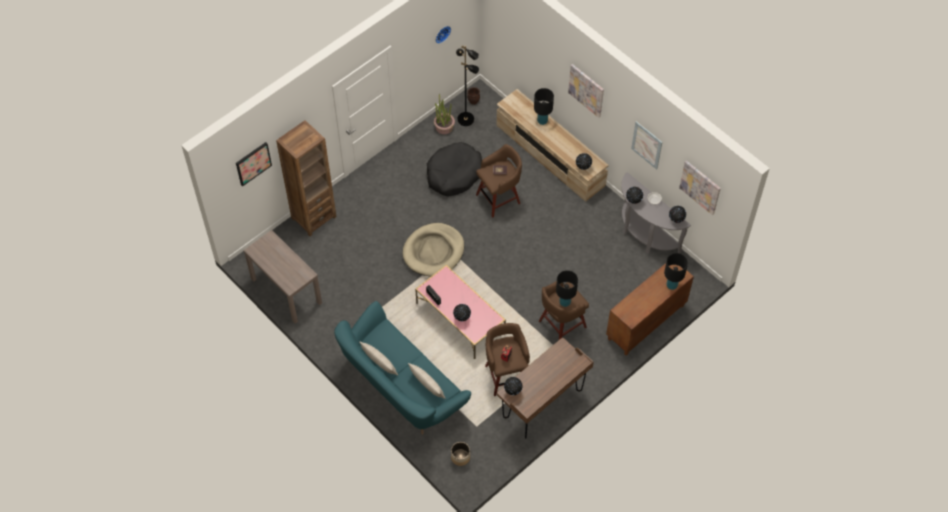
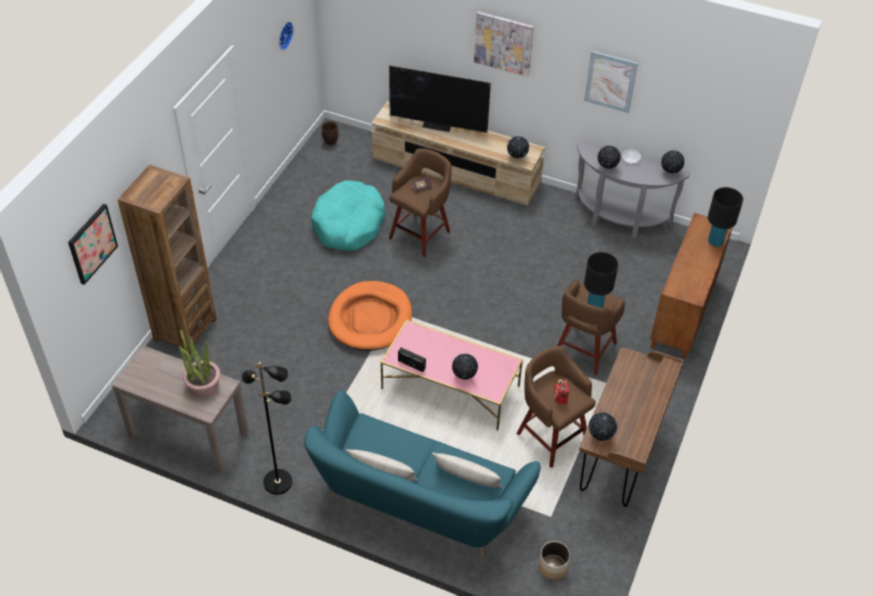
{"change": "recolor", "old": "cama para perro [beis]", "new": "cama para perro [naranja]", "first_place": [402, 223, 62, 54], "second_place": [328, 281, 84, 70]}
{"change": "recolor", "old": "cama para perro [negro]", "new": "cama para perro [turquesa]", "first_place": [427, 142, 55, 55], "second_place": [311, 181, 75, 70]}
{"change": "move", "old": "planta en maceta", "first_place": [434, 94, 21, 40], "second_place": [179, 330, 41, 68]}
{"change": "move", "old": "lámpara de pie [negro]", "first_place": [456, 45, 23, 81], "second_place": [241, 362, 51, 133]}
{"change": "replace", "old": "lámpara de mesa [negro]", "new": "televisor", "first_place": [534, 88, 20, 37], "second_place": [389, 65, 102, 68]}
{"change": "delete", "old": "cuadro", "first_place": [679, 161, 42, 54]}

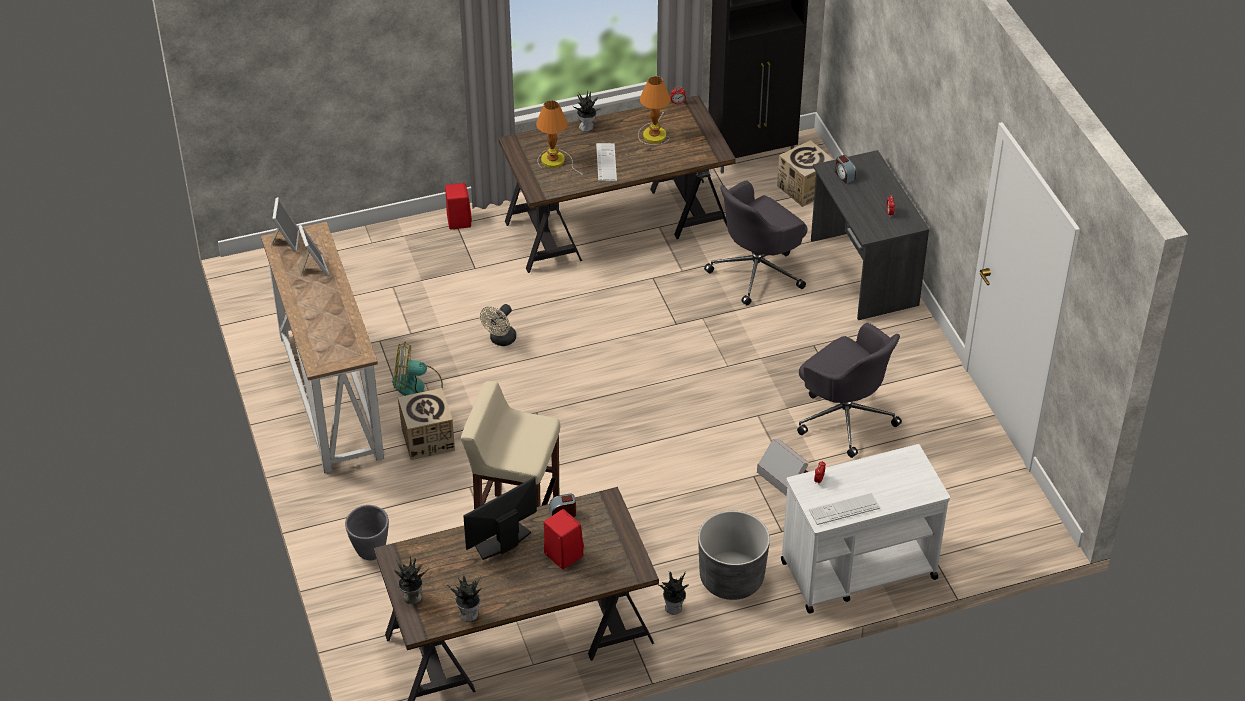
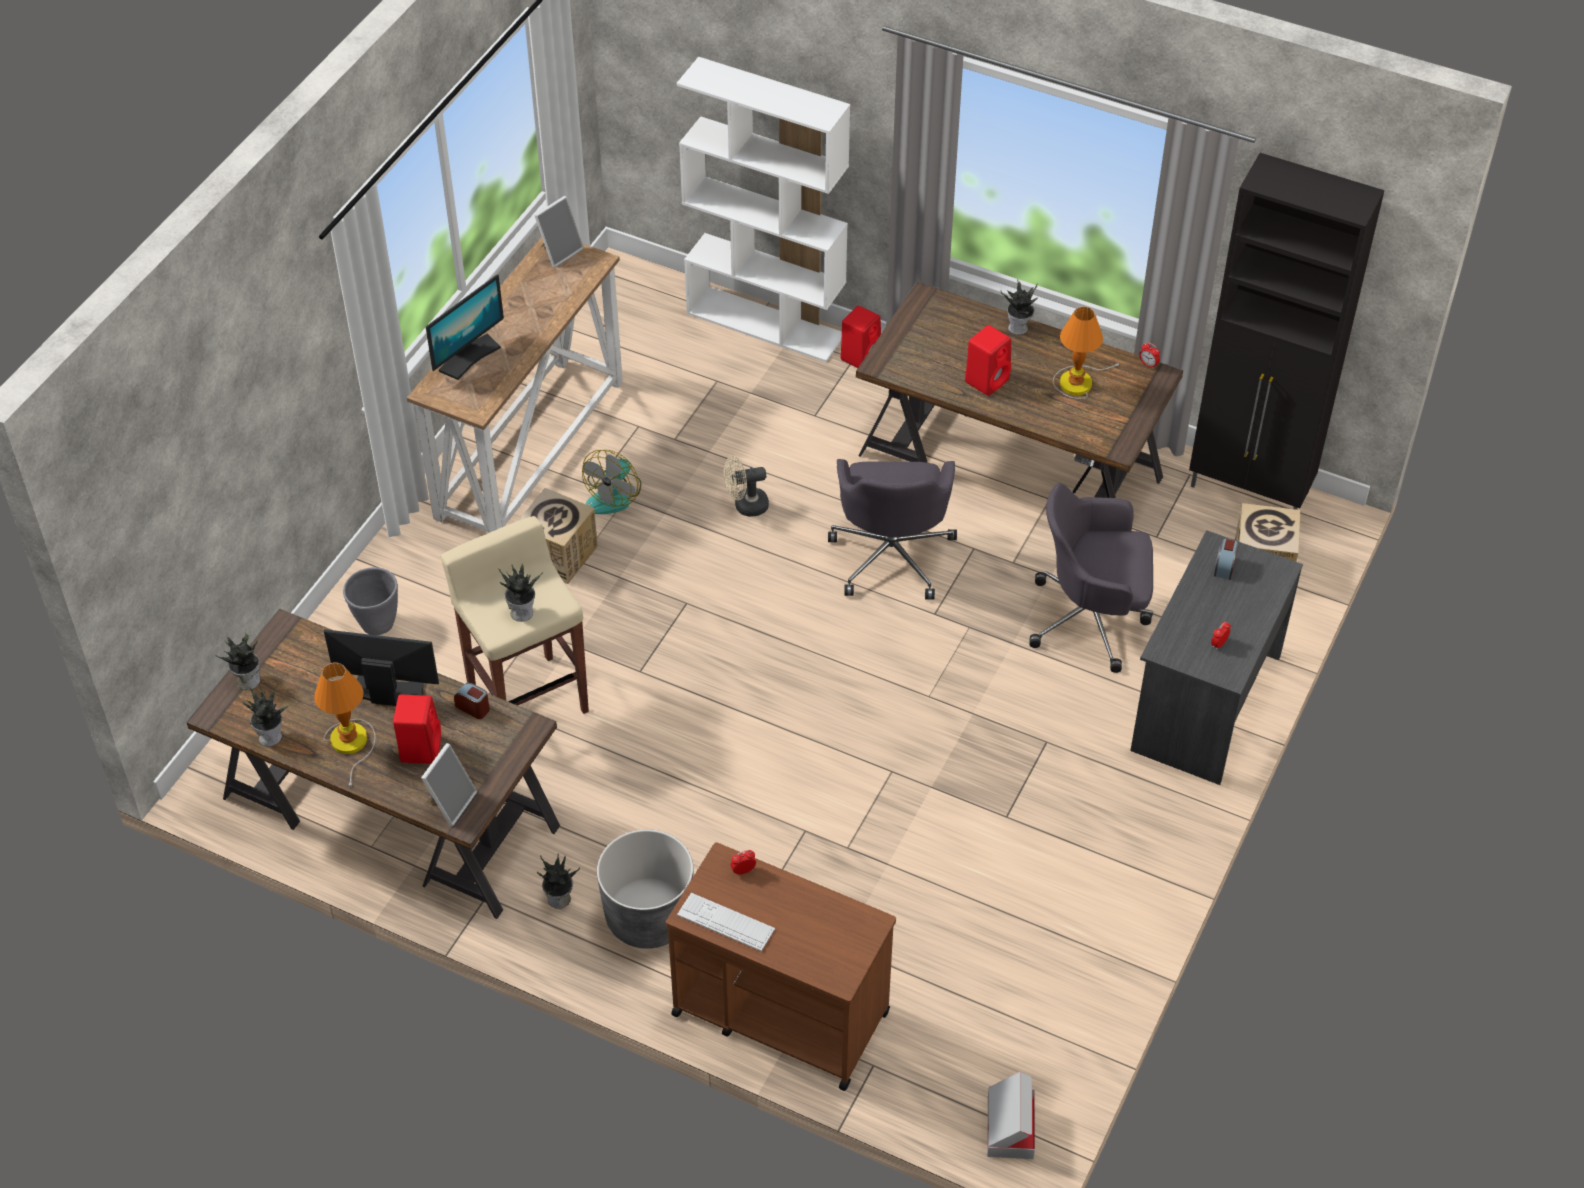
{"change": "move", "old": "portarretratos", "first_place": [298, 225, 31, 51], "second_place": [421, 743, 56, 83]}
{"change": "rotate", "old": "ventilador", "first_place": [392, 341, 51, 55], "second_place": [582, 450, 59, 64], "degrees": -105}
{"change": "move", "old": "lámpara de mesa", "first_place": [536, 100, 48, 76], "second_place": [314, 663, 62, 125]}
{"change": "replace", "old": "teclado", "new": "altavoz [rojo]", "first_place": [596, 143, 21, 38], "second_place": [965, 325, 46, 71]}
{"change": "move", "old": "caja de cartón", "first_place": [757, 439, 52, 57], "second_place": [987, 1072, 48, 87]}
{"change": "recolor", "old": "carrito [blanco]", "new": "carrito [marrón]", "first_place": [781, 444, 169, 170], "second_place": [666, 842, 230, 249]}
{"change": "move", "old": "silla de oficina [gris]", "first_place": [797, 323, 105, 135], "second_place": [828, 459, 129, 141]}
{"change": "insert", "new": "monitor", "second_place": [426, 274, 78, 106]}
{"change": "insert", "new": "planta en maceta", "second_place": [499, 564, 44, 58]}
{"change": "insert", "new": "estantería [blanco]", "second_place": [676, 57, 174, 305]}

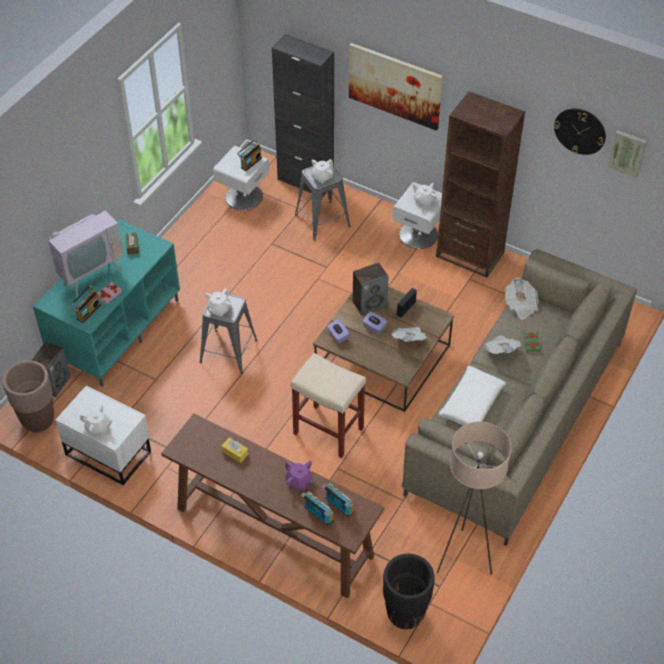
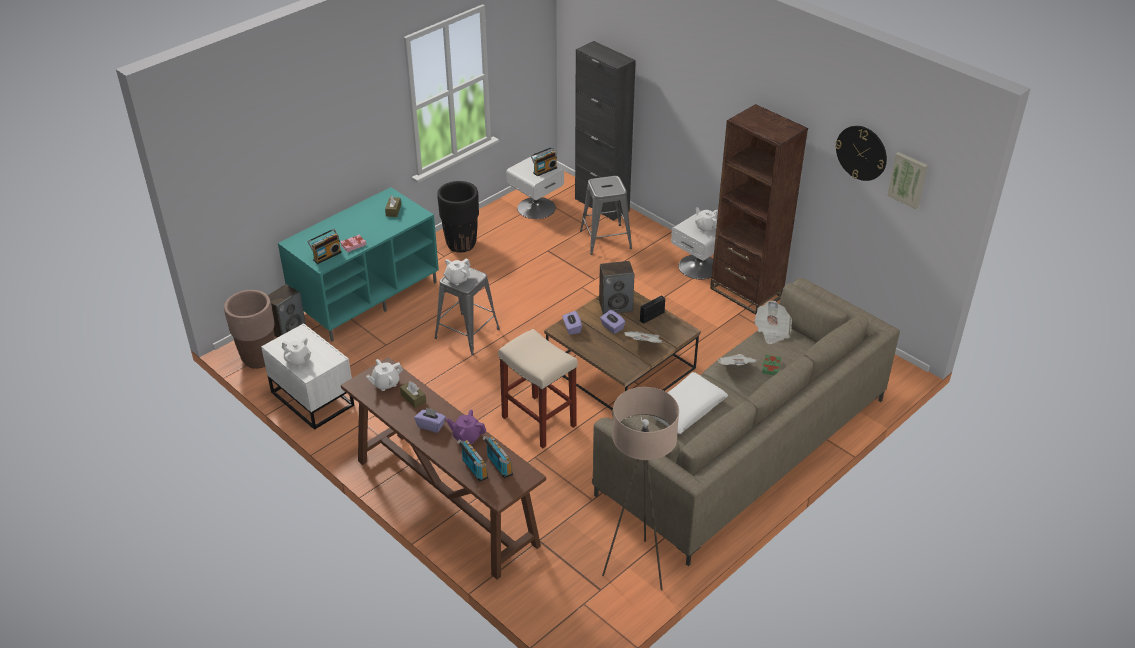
{"change": "delete", "old": "televisor", "first_place": [39, 207, 85, 91]}
{"change": "recolor", "old": "caja de pañuelos [amarillo]", "new": "caja de pañuelos [marrón]", "first_place": [221, 438, 27, 25], "second_place": [400, 381, 26, 27]}
{"change": "rotate", "old": "tetera [morado]", "first_place": [285, 461, 29, 30], "second_place": [446, 409, 40, 35], "degrees": 135}
{"change": "move", "old": "tetera [blanco]", "first_place": [311, 159, 23, 24], "second_place": [366, 359, 37, 32]}
{"change": "delete", "old": "cuadro", "first_place": [349, 43, 94, 88]}
{"change": "move", "old": "maceta [negro]", "first_place": [383, 554, 52, 75], "second_place": [437, 181, 42, 72]}
{"change": "insert", "new": "caja de pañuelos [morado]", "second_place": [415, 407, 31, 26]}

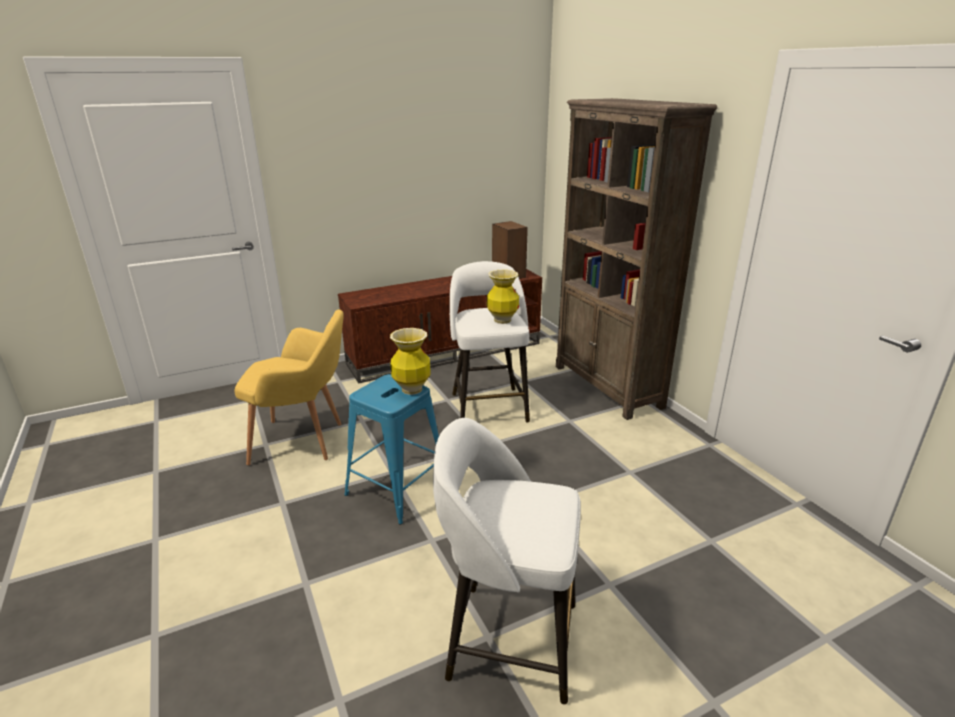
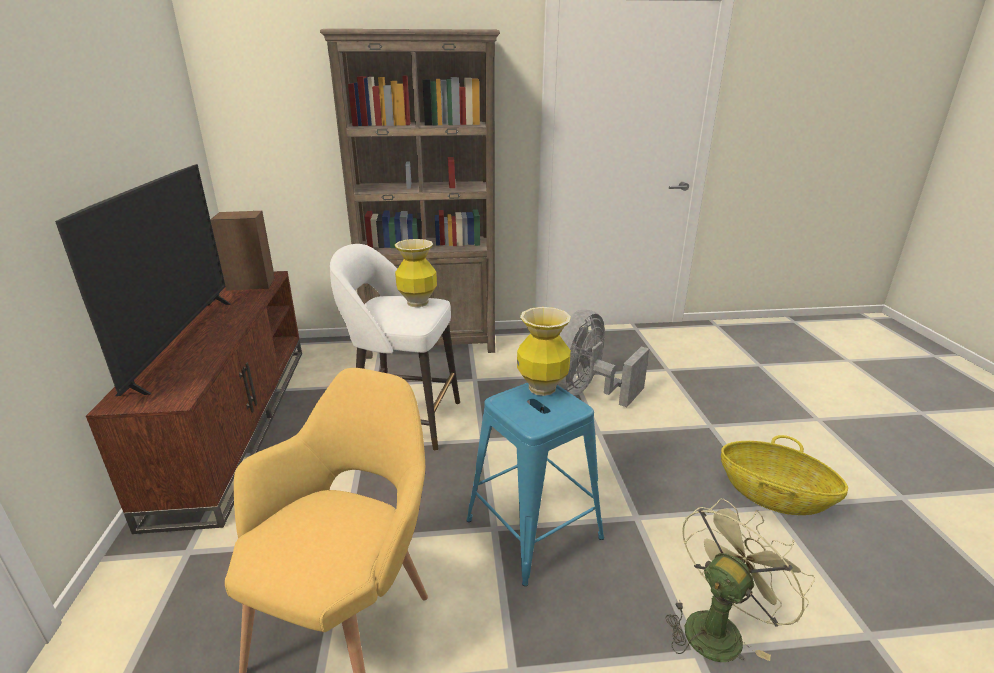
{"change": "replace", "old": "taburete [blanco]", "new": "cesta", "first_place": [433, 418, 148, 286], "second_place": [721, 435, 127, 80]}
{"change": "insert", "new": "televisor", "second_place": [55, 164, 176, 232]}
{"change": "insert", "new": "ventilador [gris]", "second_place": [558, 310, 91, 97]}
{"change": "insert", "new": "ventilador [verde]", "second_place": [665, 498, 150, 164]}

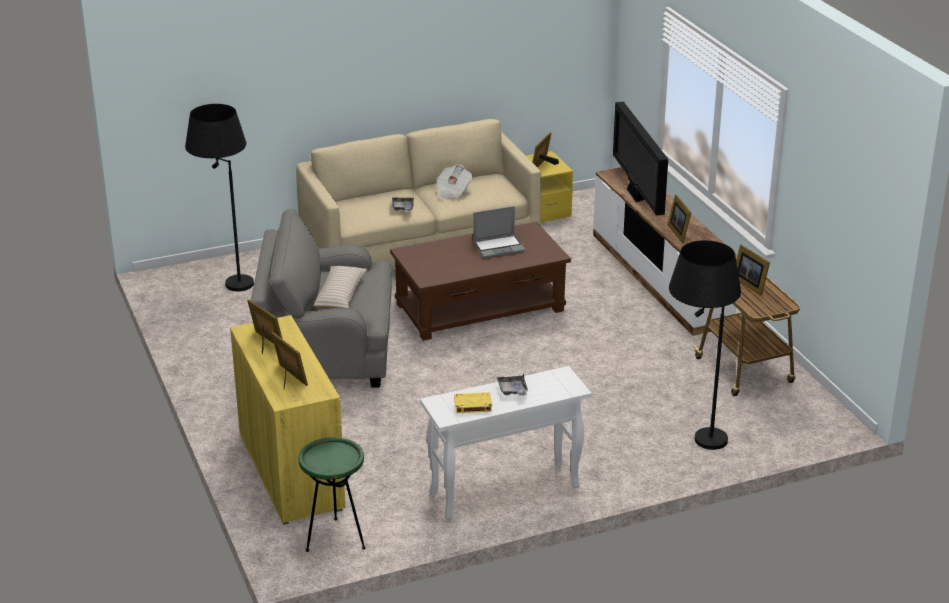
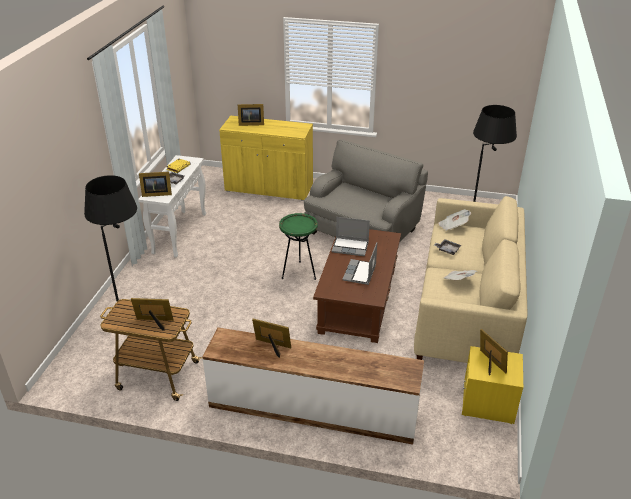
{"change": "move", "old": "portarretratos", "first_place": [247, 299, 35, 56], "second_place": [139, 172, 33, 25]}
{"change": "move", "old": "mesa auxiliar [verde]", "first_place": [298, 437, 68, 115], "second_place": [279, 213, 39, 67]}
{"change": "delete", "old": "cojín [beis]", "first_place": [313, 266, 55, 43]}
{"change": "delete", "old": "televisor", "first_place": [613, 101, 55, 115]}
{"change": "insert", "new": "portátil", "second_place": [332, 217, 38, 39]}
{"change": "insert", "new": "periódico", "second_place": [438, 209, 33, 22]}

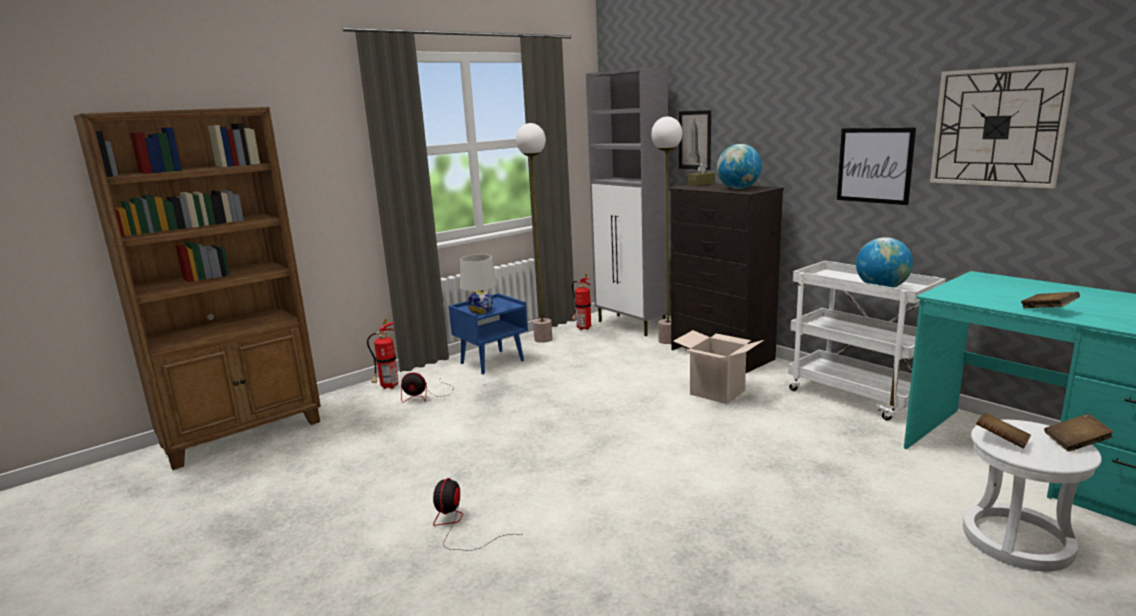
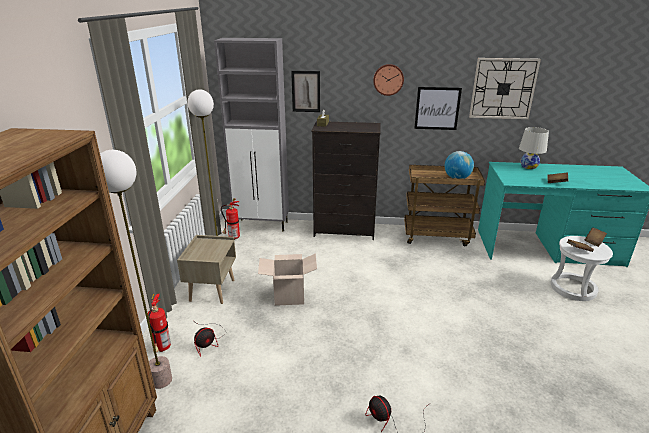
{"change": "recolor", "old": "mesita de noche [azul]", "new": "mesita de noche [beis]", "first_place": [449, 293, 79, 81], "second_place": [177, 235, 59, 69]}
{"change": "move", "old": "lámpara de mesa [blanco]", "first_place": [460, 254, 37, 60], "second_place": [519, 127, 30, 42]}
{"change": "move", "old": "lámpara de pie", "first_place": [651, 117, 31, 227], "second_place": [100, 150, 72, 239]}
{"change": "move", "old": "caja de cartón", "first_place": [674, 330, 90, 74], "second_place": [258, 253, 59, 53]}
{"change": "delete", "old": "globo terráqueo", "first_place": [717, 144, 45, 45]}
{"change": "recolor", "old": "carrito [blanco]", "new": "carrito [marrón]", "first_place": [788, 261, 158, 160], "second_place": [404, 165, 81, 81]}
{"change": "insert", "new": "reloj de pared", "second_place": [373, 64, 31, 32]}

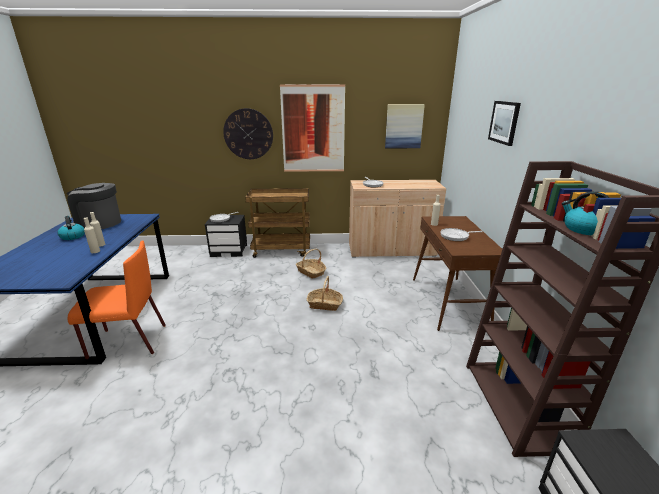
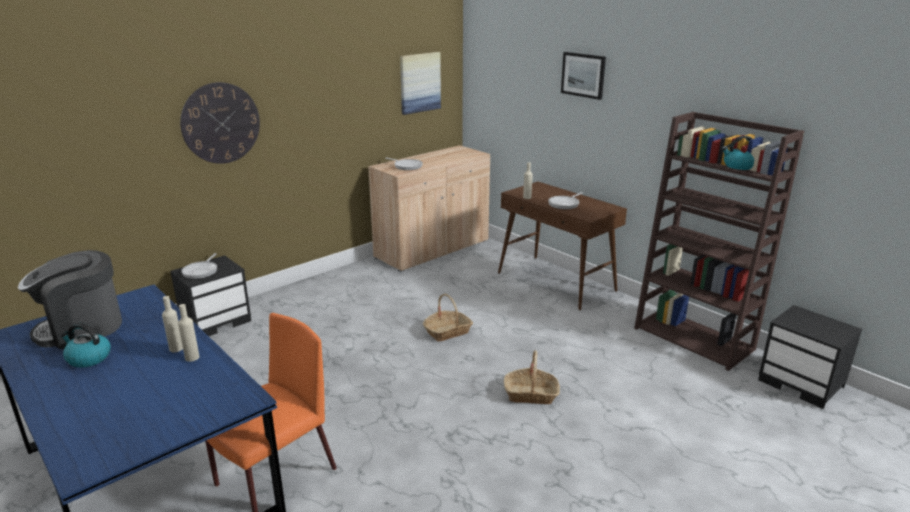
{"change": "delete", "old": "carrito [marrón]", "first_place": [245, 188, 65, 70]}
{"change": "delete", "old": "cuadro", "first_place": [280, 85, 65, 87]}
{"change": "move", "old": "cesta", "first_place": [295, 249, 31, 29], "second_place": [504, 350, 56, 54]}

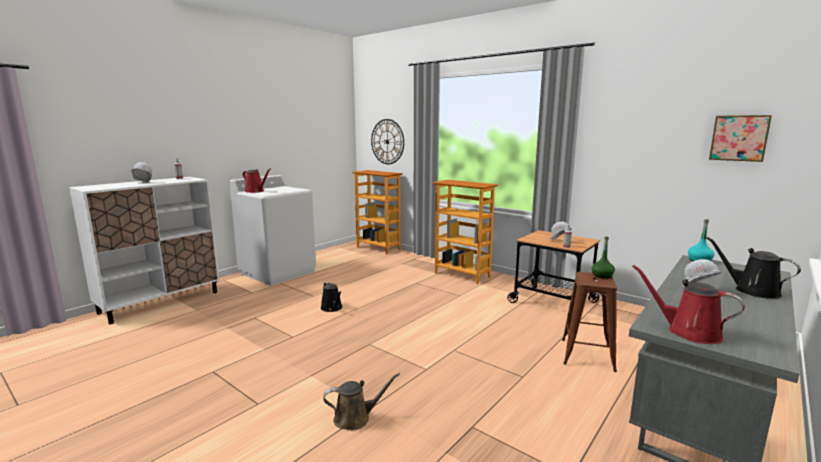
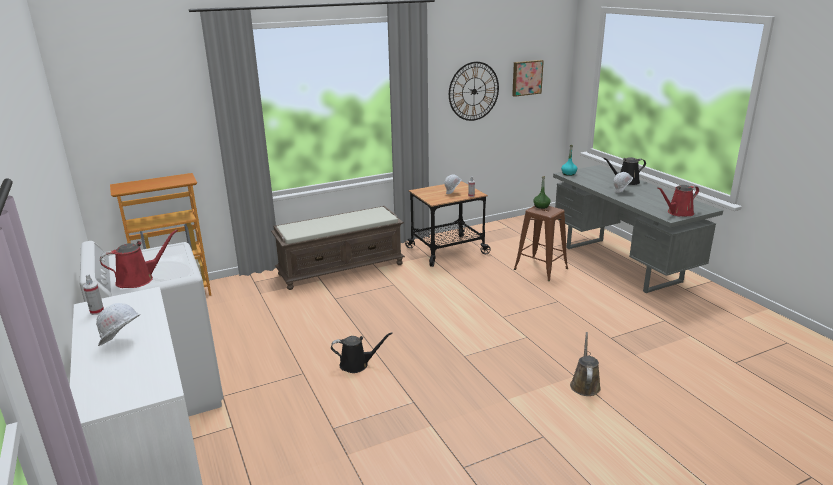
{"change": "move", "old": "reloj de pared", "first_place": [371, 119, 33, 45], "second_place": [449, 62, 50, 59]}
{"change": "replace", "old": "estantería", "new": "banco [marrón]", "first_place": [433, 180, 66, 104], "second_place": [271, 206, 134, 84]}

